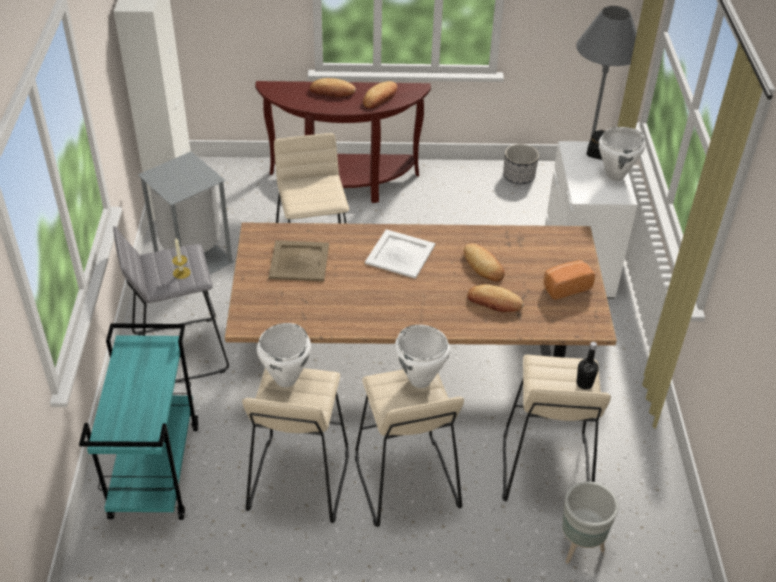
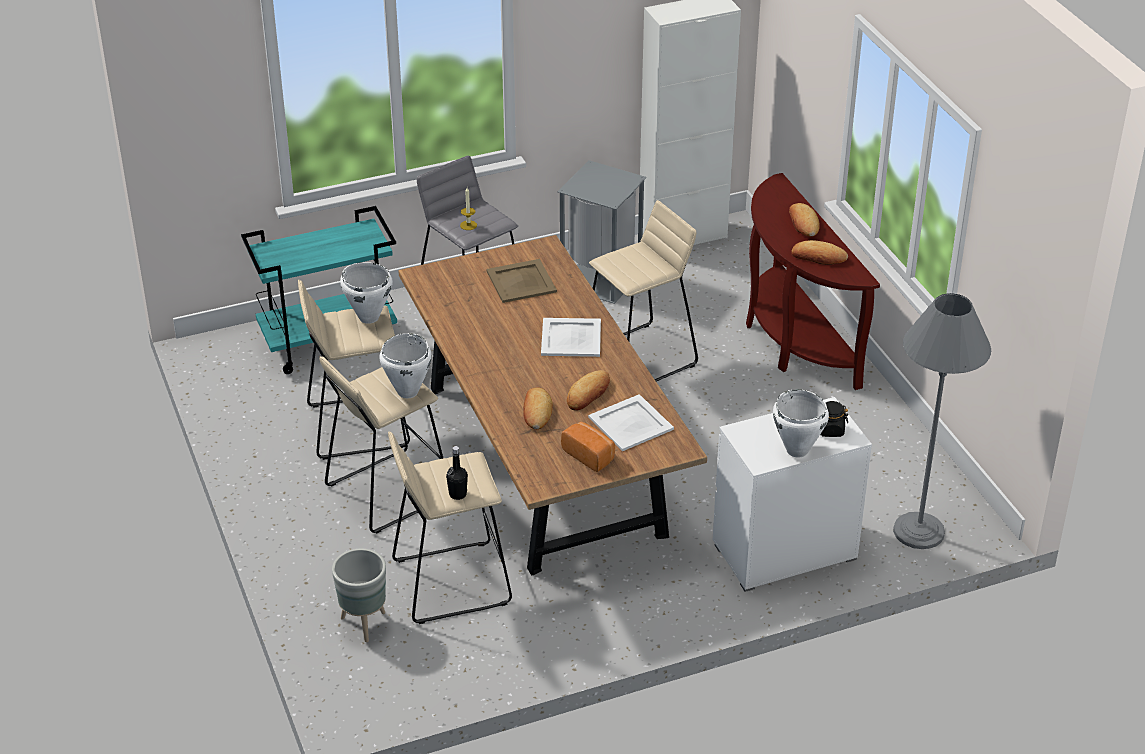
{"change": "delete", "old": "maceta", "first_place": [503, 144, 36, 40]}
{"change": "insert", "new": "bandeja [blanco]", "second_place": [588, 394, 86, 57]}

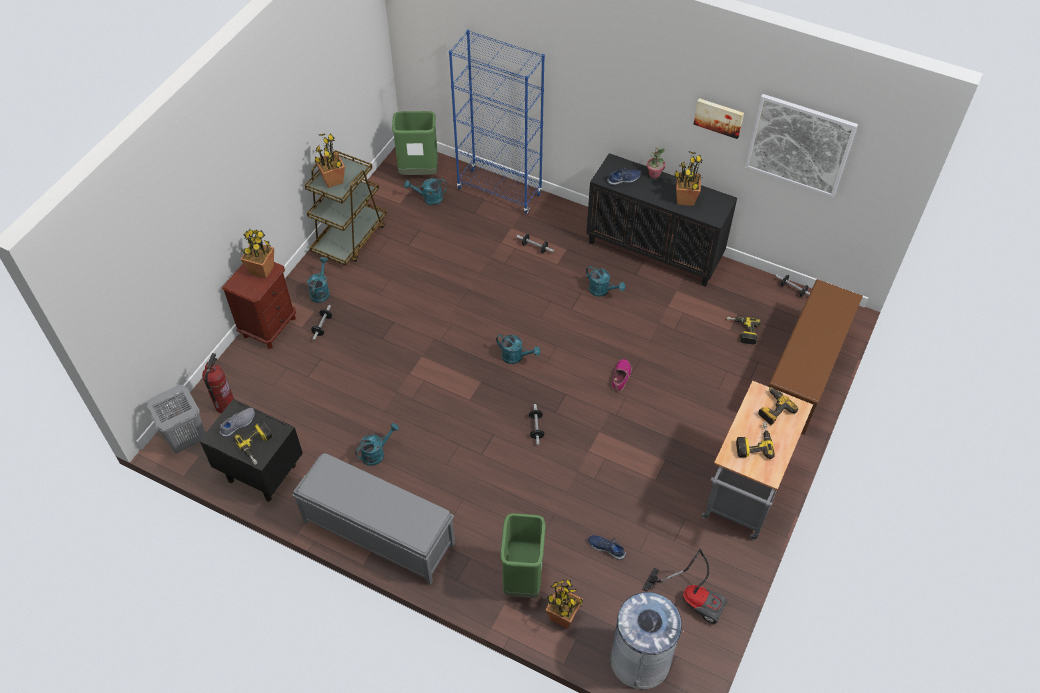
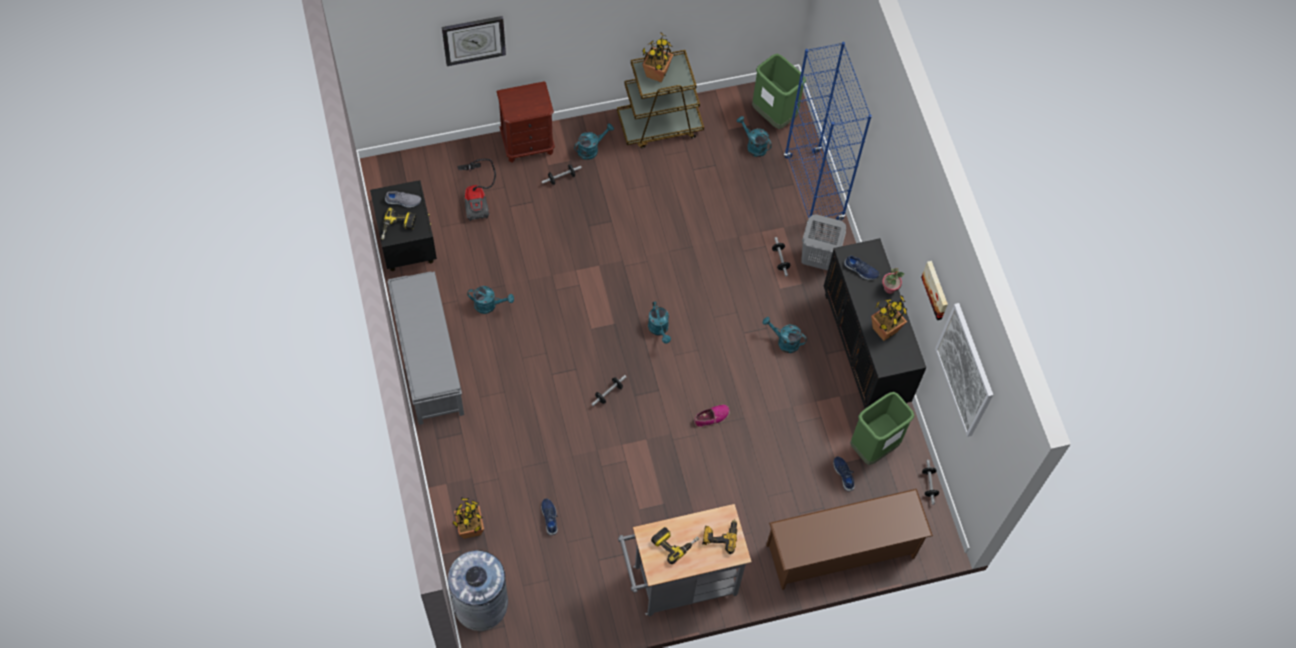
{"change": "move", "old": "cesto de la ropa [gris]", "first_place": [147, 385, 58, 68], "second_place": [801, 214, 45, 56]}
{"change": "delete", "old": "extintor", "first_place": [202, 353, 32, 61]}
{"change": "delete", "old": "planta en maceta", "first_place": [240, 229, 34, 49]}
{"change": "move", "old": "papelera [verde]", "first_place": [500, 513, 45, 85], "second_place": [850, 392, 64, 73]}
{"change": "rotate", "old": "regadera [turquesa]", "first_place": [586, 266, 39, 31], "second_place": [763, 317, 44, 36], "degrees": 120}
{"change": "move", "old": "aspiradora", "first_place": [642, 549, 85, 75], "second_place": [457, 159, 39, 62]}
{"change": "replace", "old": "taladro", "new": "zapato [azul]", "first_place": [727, 316, 34, 29], "second_place": [833, 456, 22, 35]}
{"change": "insert", "new": "reloj de pared", "second_place": [442, 16, 64, 50]}

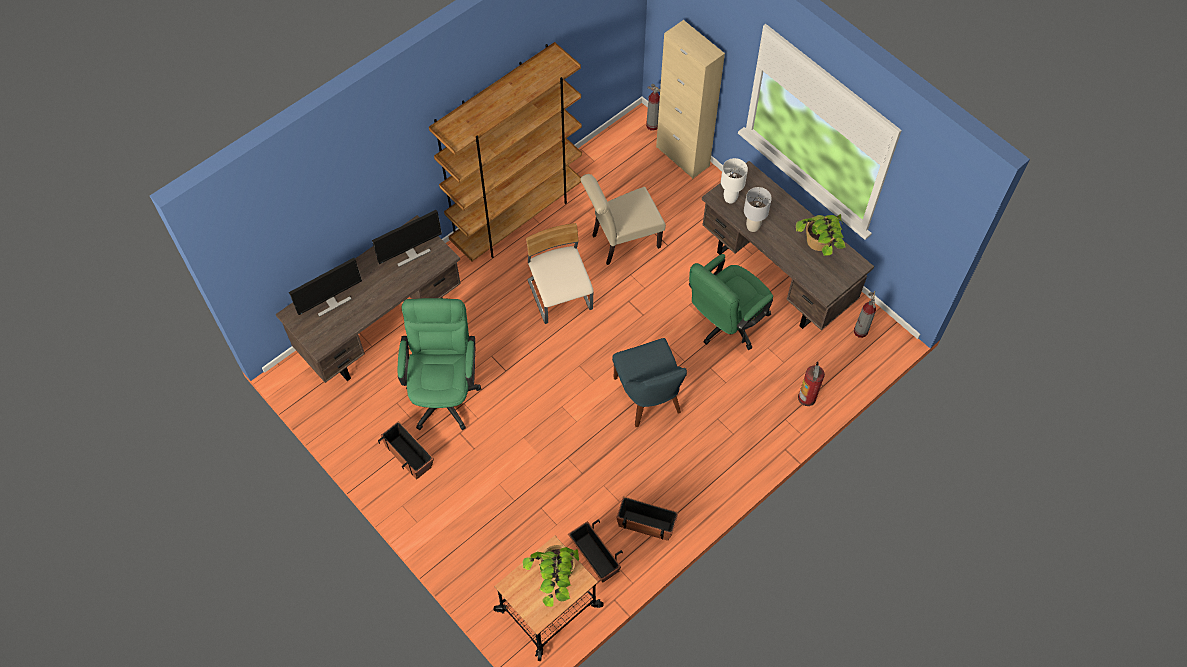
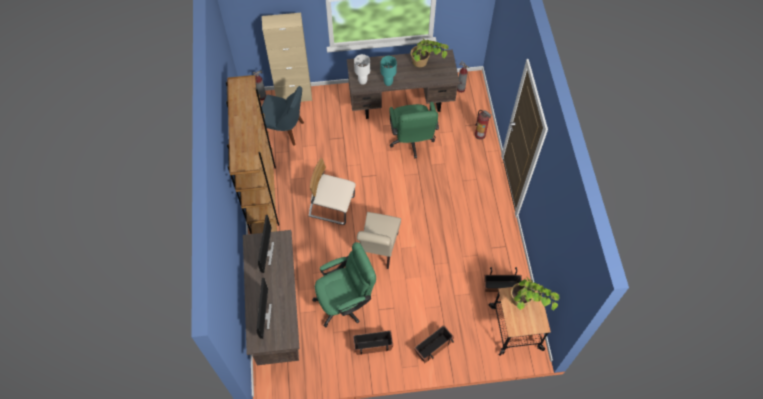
{"change": "rotate", "old": "silla de oficina [verde]", "first_place": [398, 298, 83, 133], "second_place": [312, 242, 64, 85], "degrees": 120}
{"change": "move", "old": "silla [beis]", "first_place": [580, 174, 86, 91], "second_place": [357, 212, 44, 57]}
{"change": "move", "old": "silla [azul]", "first_place": [612, 338, 75, 89], "second_place": [262, 86, 42, 60]}
{"change": "move", "old": "maceta", "first_place": [616, 496, 63, 45], "second_place": [414, 325, 40, 38]}
{"change": "recolor", "old": "lámpara de mesa [gris]", "new": "lámpara de mesa [turquesa]", "first_place": [744, 187, 28, 45], "second_place": [381, 56, 16, 30]}

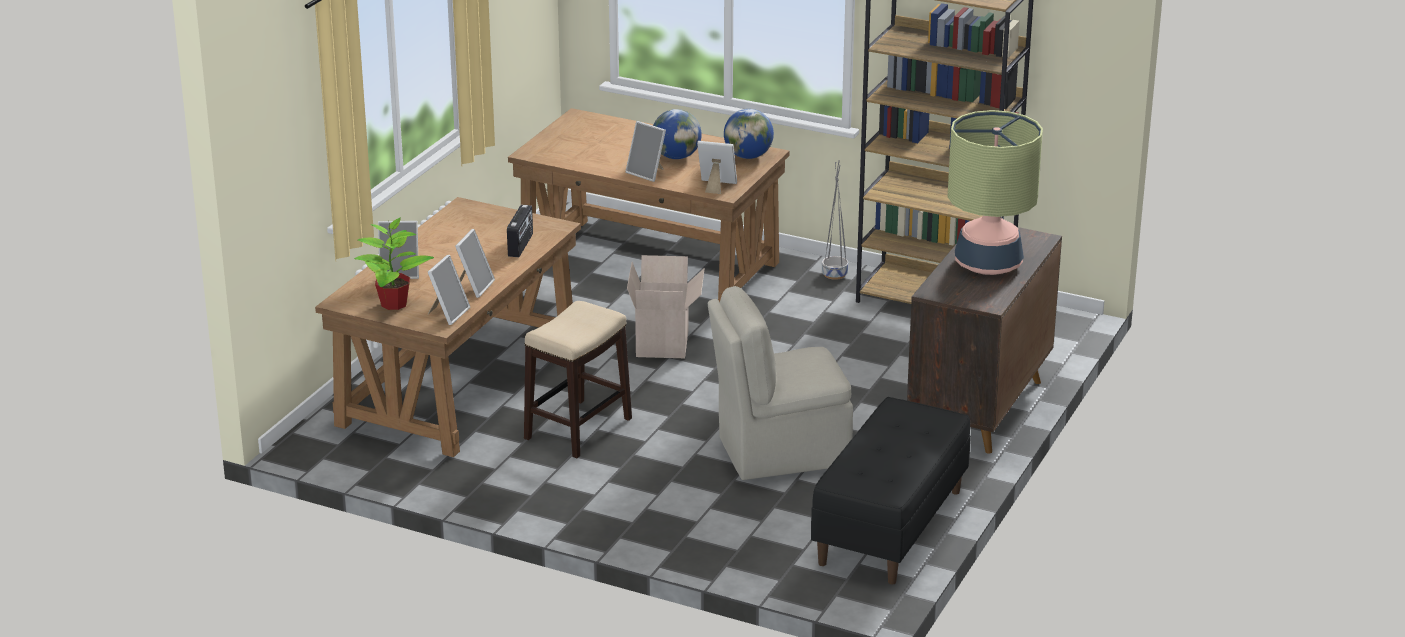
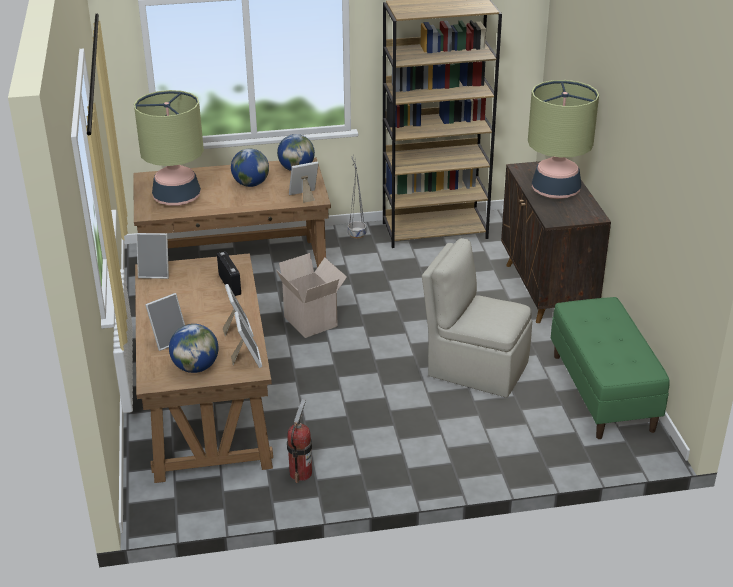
{"change": "replace", "old": "planta en maceta", "new": "globo terráqueo", "first_place": [354, 218, 80, 92], "second_place": [169, 324, 50, 49]}
{"change": "delete", "old": "taburete", "first_place": [524, 301, 108, 157]}
{"change": "move", "old": "portarretratos", "first_place": [625, 121, 41, 61], "second_place": [136, 233, 33, 46]}
{"change": "rotate", "old": "silla [beis]", "first_place": [708, 286, 145, 194], "second_place": [422, 238, 110, 159], "degrees": 75}
{"change": "recolor", "old": "banco [negro]", "new": "banco [verde]", "first_place": [811, 397, 160, 187], "second_place": [551, 297, 118, 142]}
{"change": "insert", "new": "lámpara de mesa", "second_place": [134, 90, 70, 116]}
{"change": "insert", "new": "extintor", "second_place": [287, 399, 25, 84]}

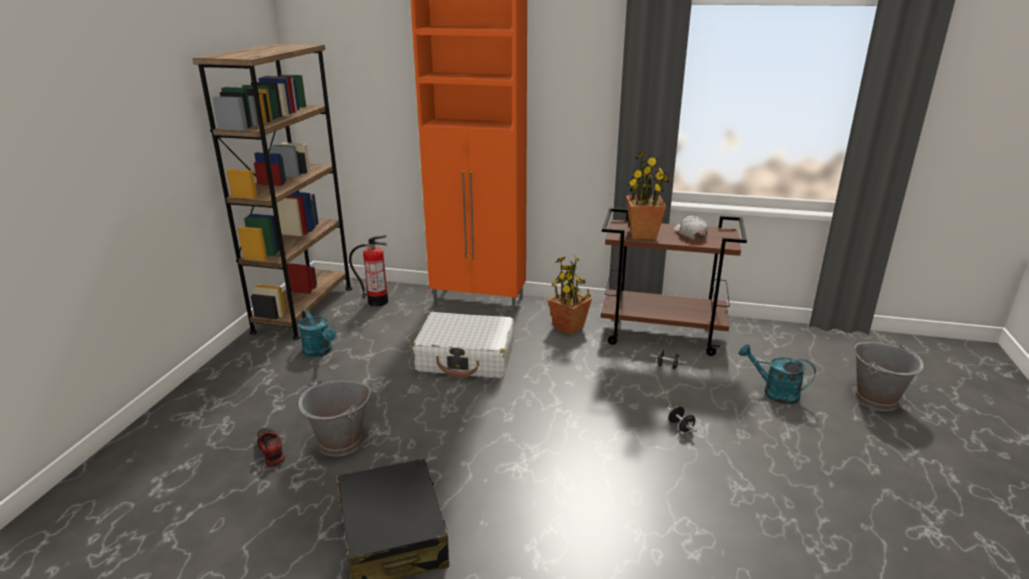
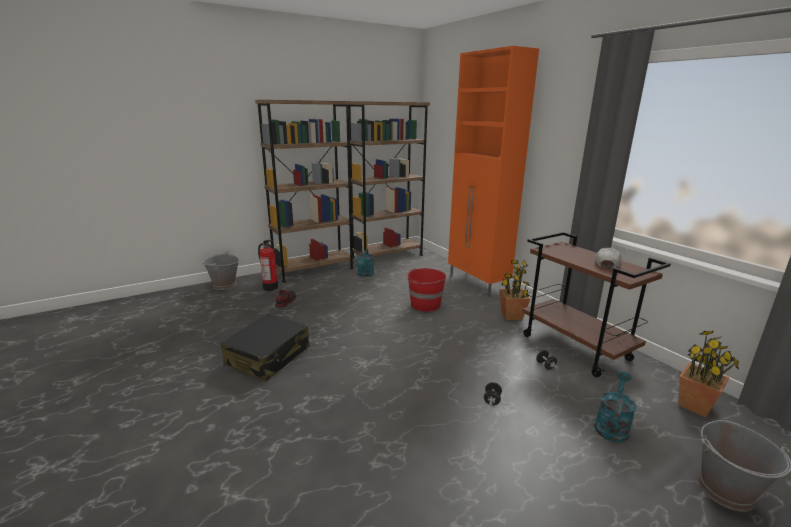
{"change": "move", "old": "cubo [gris]", "first_place": [299, 379, 72, 78], "second_place": [202, 251, 38, 39]}
{"change": "move", "old": "extintor", "first_place": [349, 235, 39, 72], "second_place": [258, 240, 20, 51]}
{"change": "replace", "old": "maleta [blanco]", "new": "cubo [rojo]", "first_place": [413, 312, 101, 67], "second_place": [406, 268, 40, 44]}
{"change": "move", "old": "planta en maceta", "first_place": [626, 151, 43, 88], "second_place": [678, 331, 61, 86]}
{"change": "rotate", "old": "regadera [turquesa]", "first_place": [739, 344, 77, 60], "second_place": [594, 371, 43, 71], "degrees": 45}
{"change": "insert", "new": "estantería [marrón]", "second_place": [255, 100, 99, 183]}

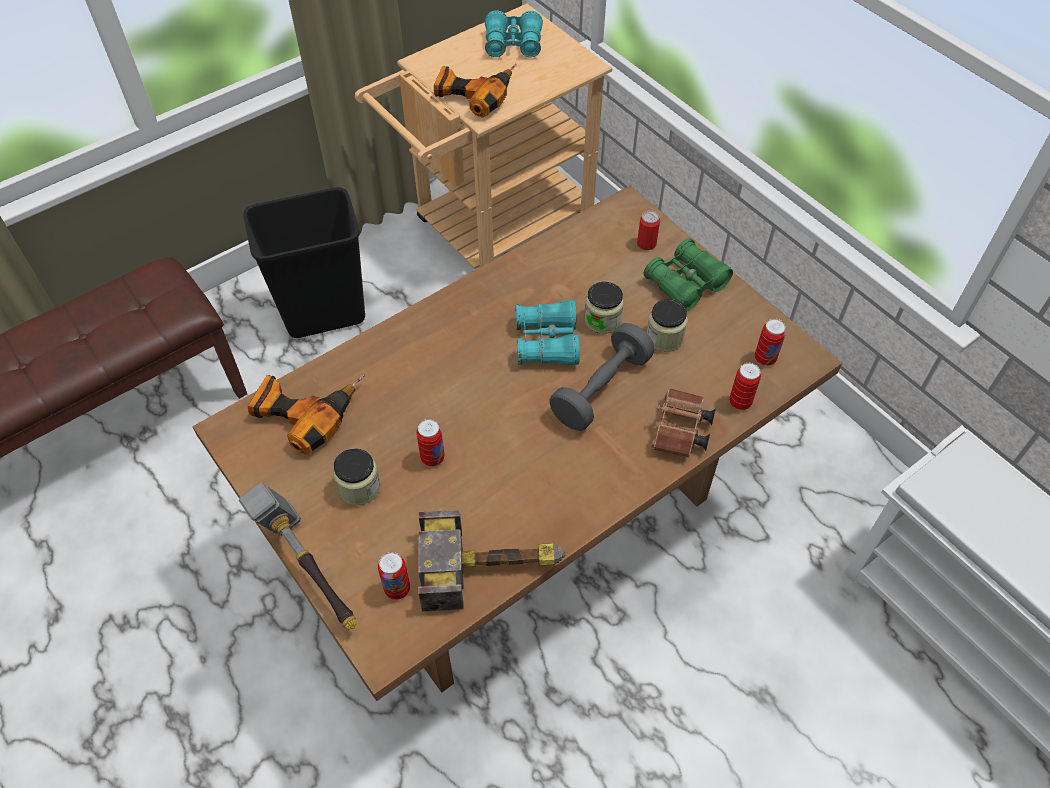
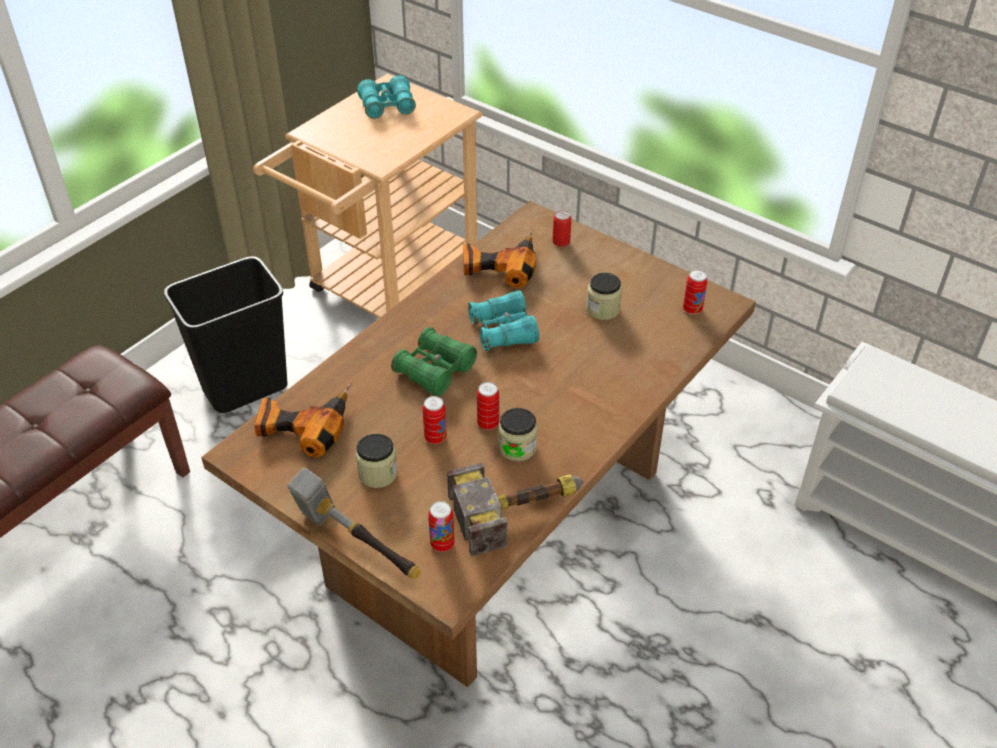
{"change": "move", "old": "taladro", "first_place": [434, 63, 83, 55], "second_place": [463, 230, 73, 58]}
{"change": "delete", "old": "mancuerna [gris]", "first_place": [549, 323, 105, 108]}
{"change": "move", "old": "tarro", "first_place": [584, 282, 40, 52], "second_place": [498, 408, 39, 53]}
{"change": "move", "old": "prismáticos [verde]", "first_place": [644, 238, 89, 73], "second_place": [391, 327, 86, 69]}
{"change": "delete", "old": "prismáticos [marrón]", "first_place": [652, 388, 64, 69]}
{"change": "move", "old": "lata", "first_place": [729, 363, 32, 47], "second_place": [477, 382, 22, 48]}

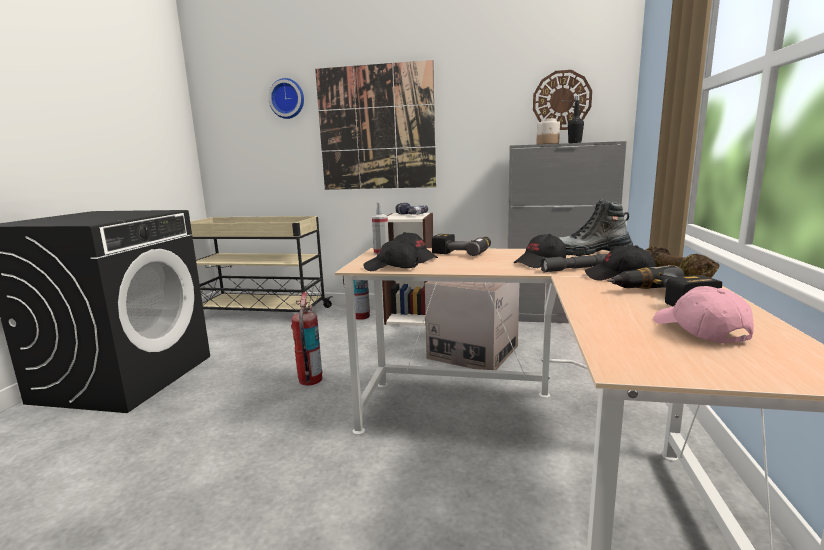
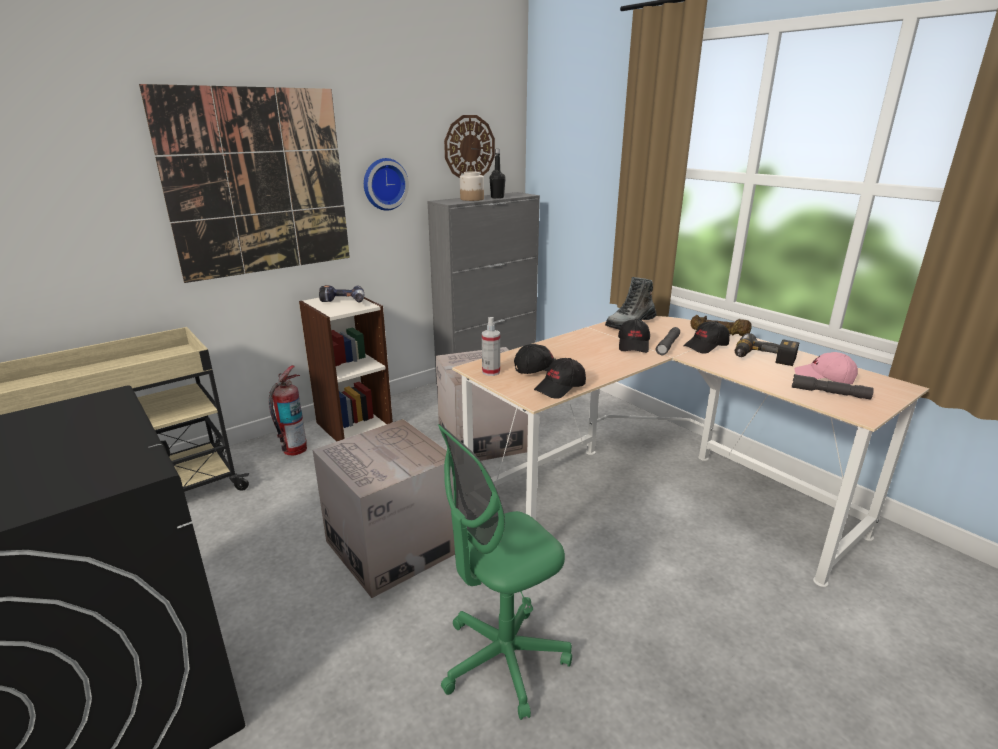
{"change": "move", "old": "reloj de pared", "first_place": [268, 78, 36, 41], "second_place": [364, 158, 45, 53]}
{"change": "replace", "old": "extintor", "new": "caja de cartón", "first_place": [291, 292, 32, 94], "second_place": [313, 419, 142, 179]}
{"change": "delete", "old": "taladro", "first_place": [432, 234, 59, 22]}
{"change": "insert", "new": "silla de oficina [verde]", "second_place": [438, 424, 134, 296]}
{"change": "insert", "new": "linterna [gris]", "second_place": [792, 374, 82, 26]}

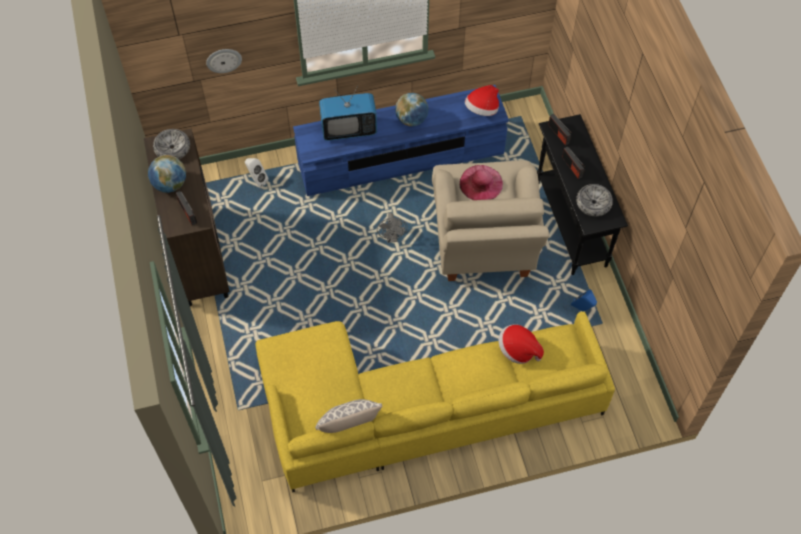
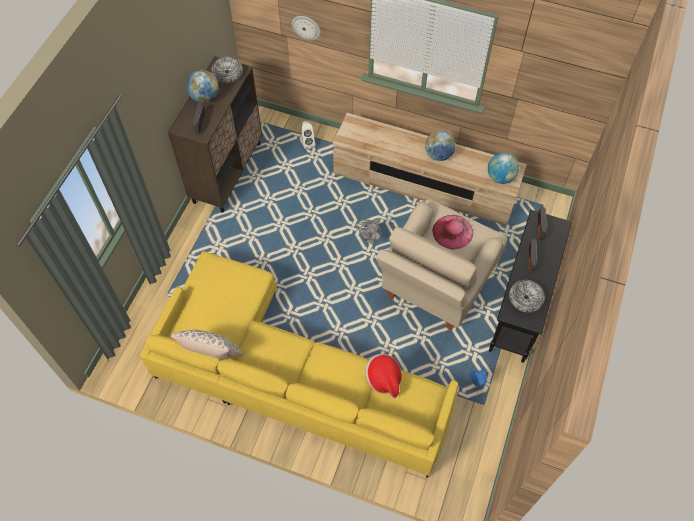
{"change": "recolor", "old": "mueble de televisión [azul]", "new": "mueble de televisión [beis]", "first_place": [293, 85, 216, 111], "second_place": [333, 113, 194, 113]}
{"change": "delete", "old": "televisor", "first_place": [319, 86, 58, 55]}
{"change": "replace", "old": "sombrero", "new": "globo terráqueo", "first_place": [465, 85, 34, 31], "second_place": [488, 153, 31, 31]}

